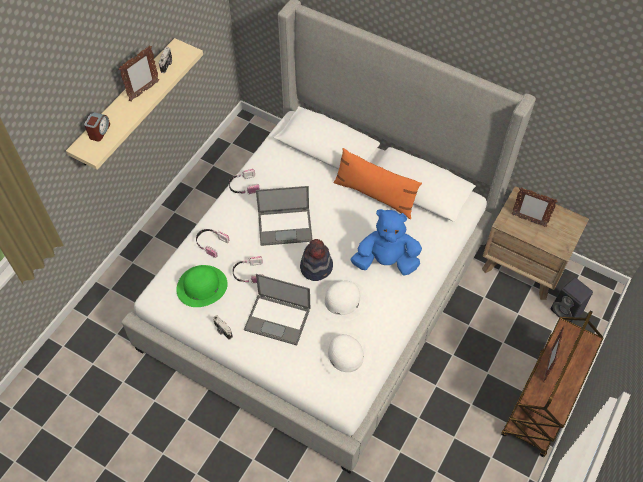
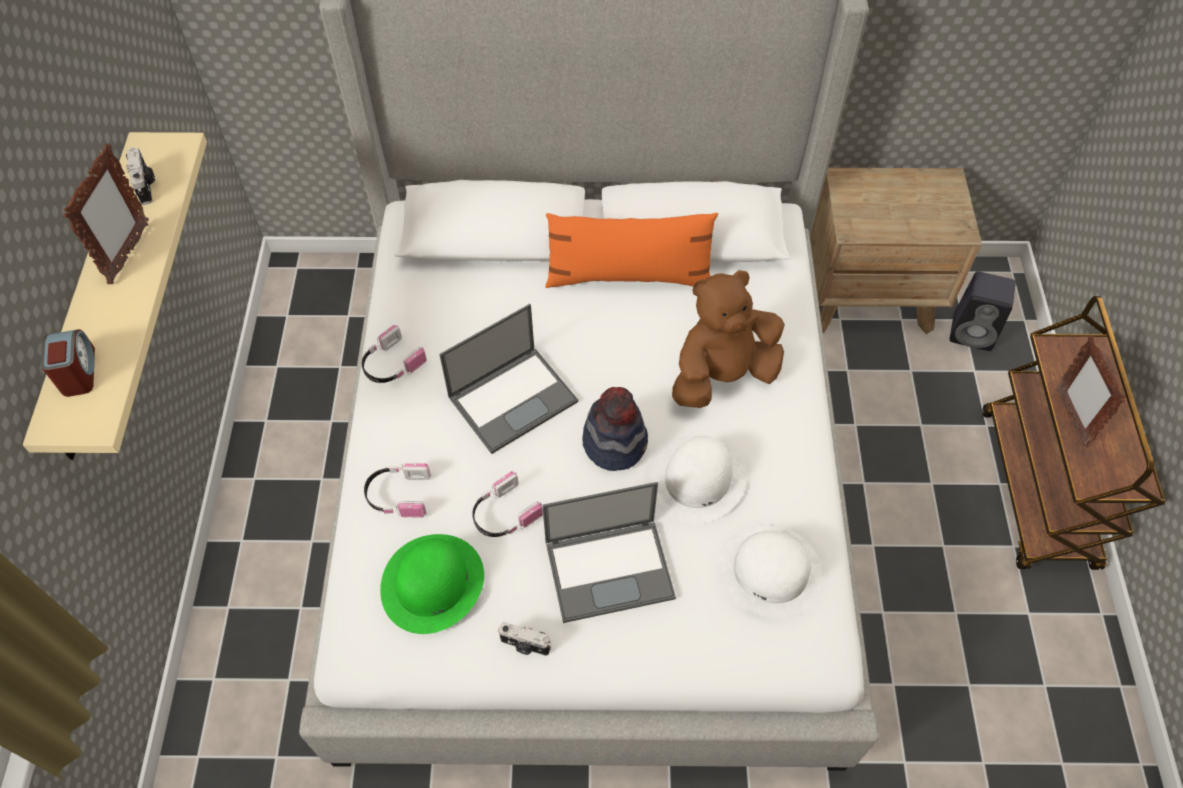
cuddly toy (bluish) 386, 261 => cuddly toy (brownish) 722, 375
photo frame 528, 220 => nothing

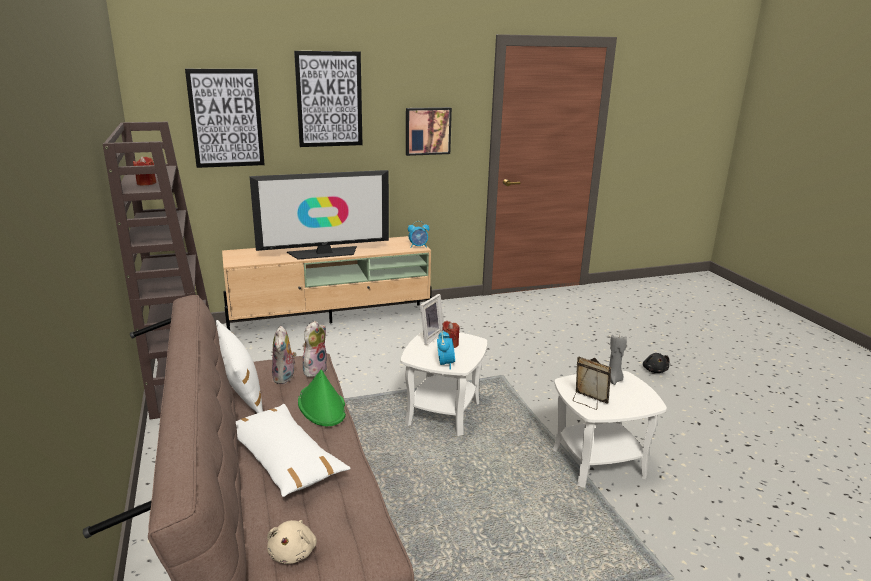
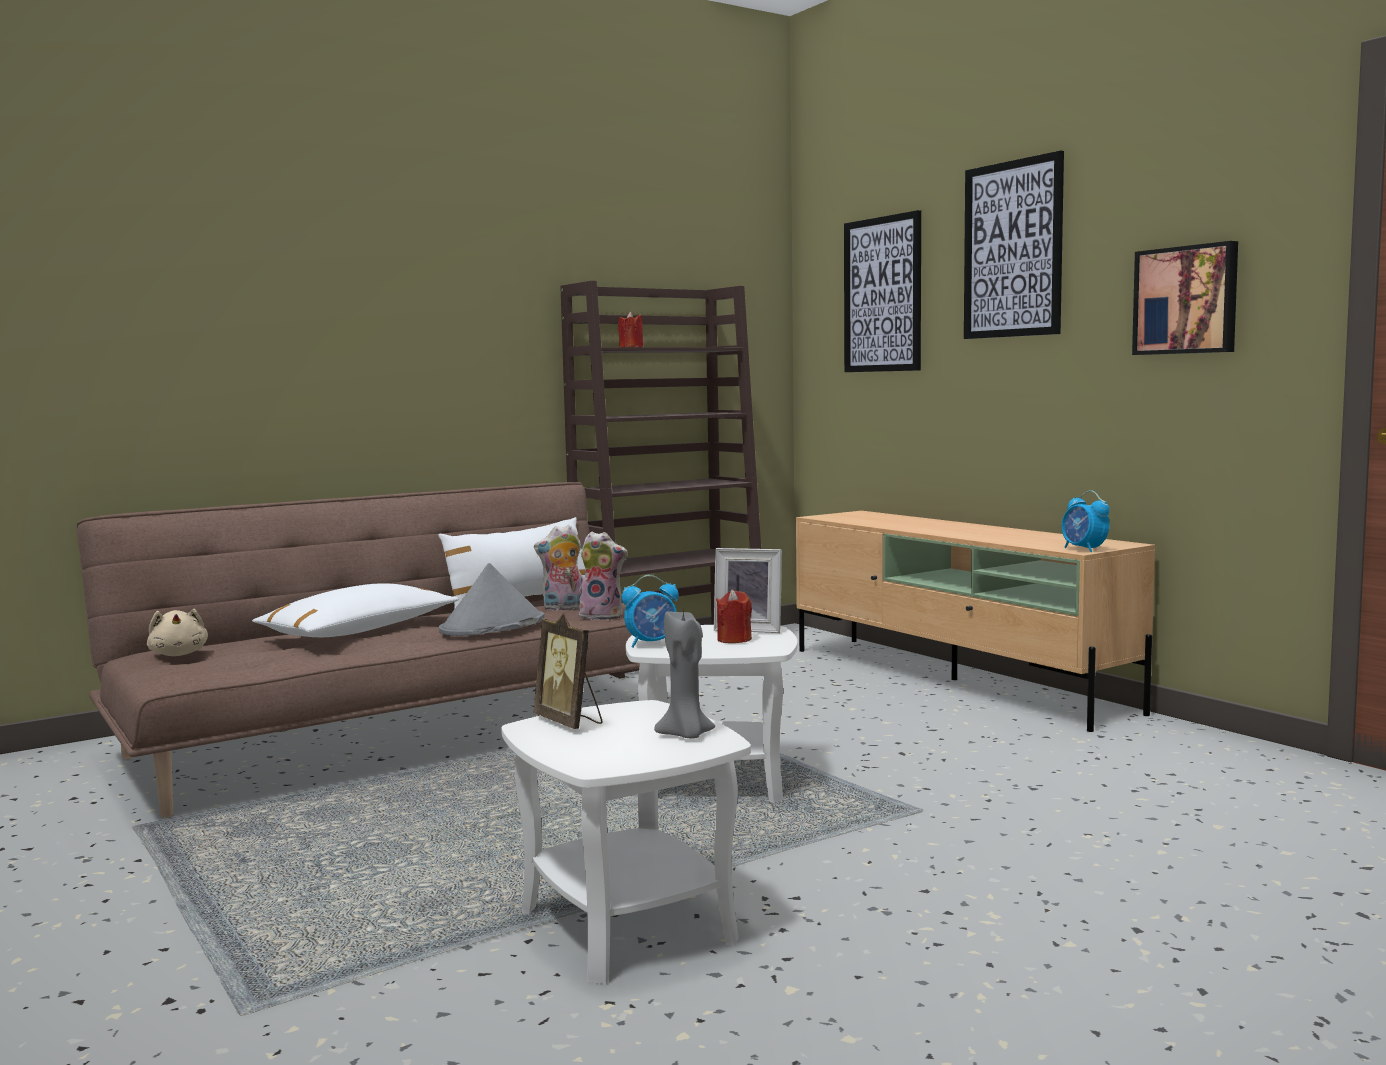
TV 324, 253 => nothing
cuddly toy (beige-coloured) 293, 552 => cuddly toy (beige-coloured) 179, 654, 105 degrees counterclockwise
wearable hat (green) 322, 406 => wearable hat (grey) 492, 626
photo frame 588, 402 => photo frame 570, 722, 120 degrees clockwise
cuddly toy (blackish) 654, 370 => nothing

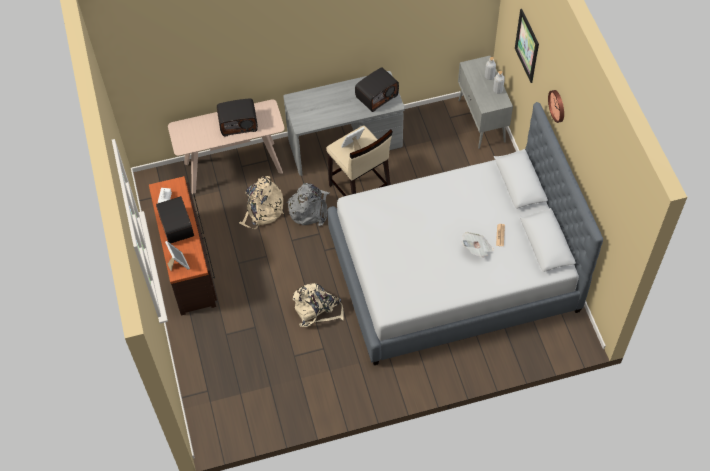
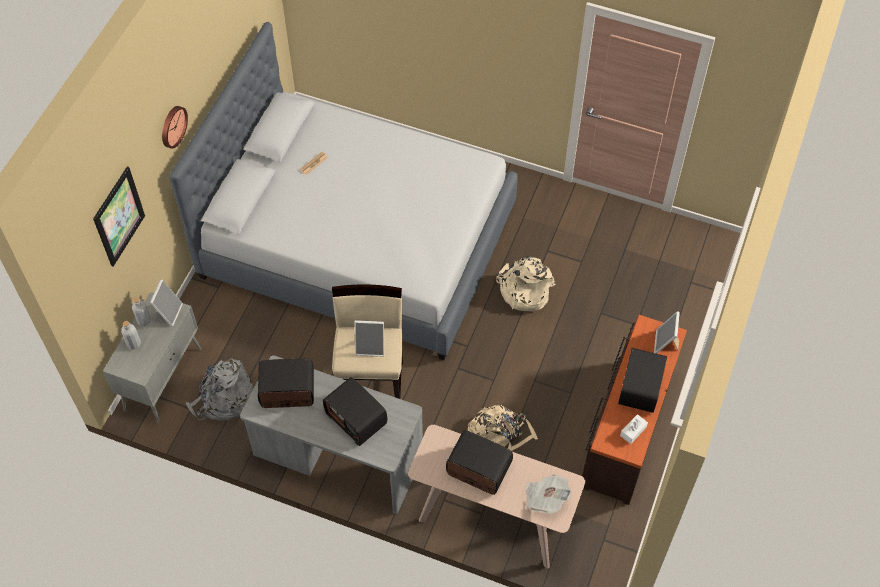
knapsack (grey) 309, 209 => knapsack (grey) 223, 399, move
daily paper 477, 249 => daily paper 545, 498, move
nothing => photo frame 168, 312
nothing => radio receiver 357, 418

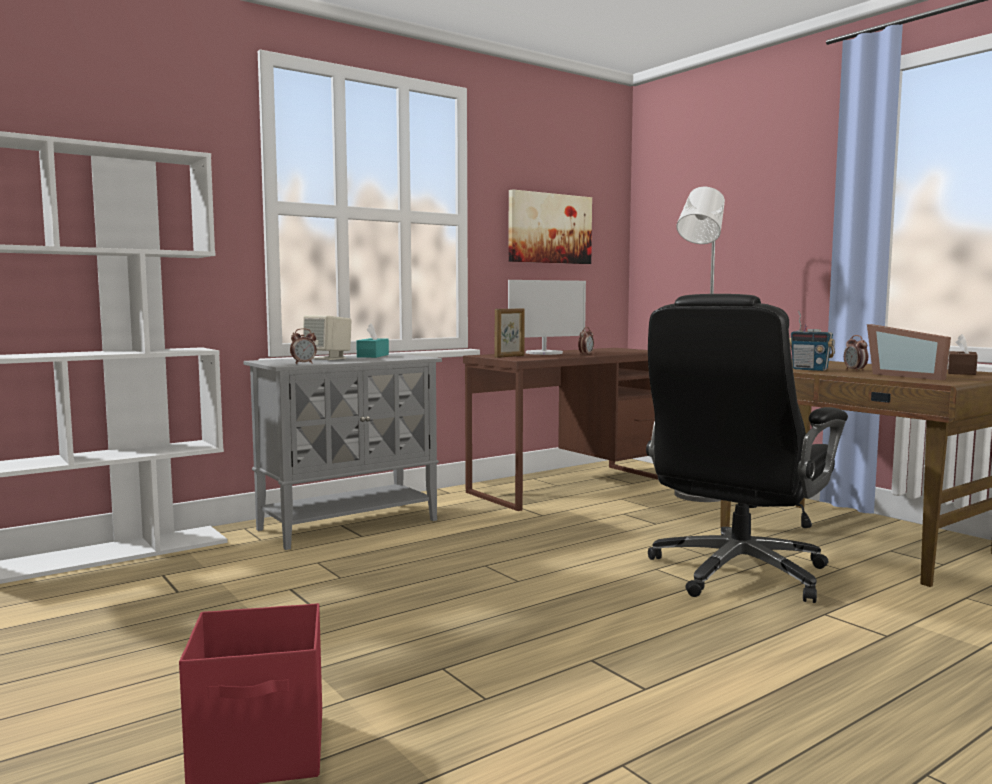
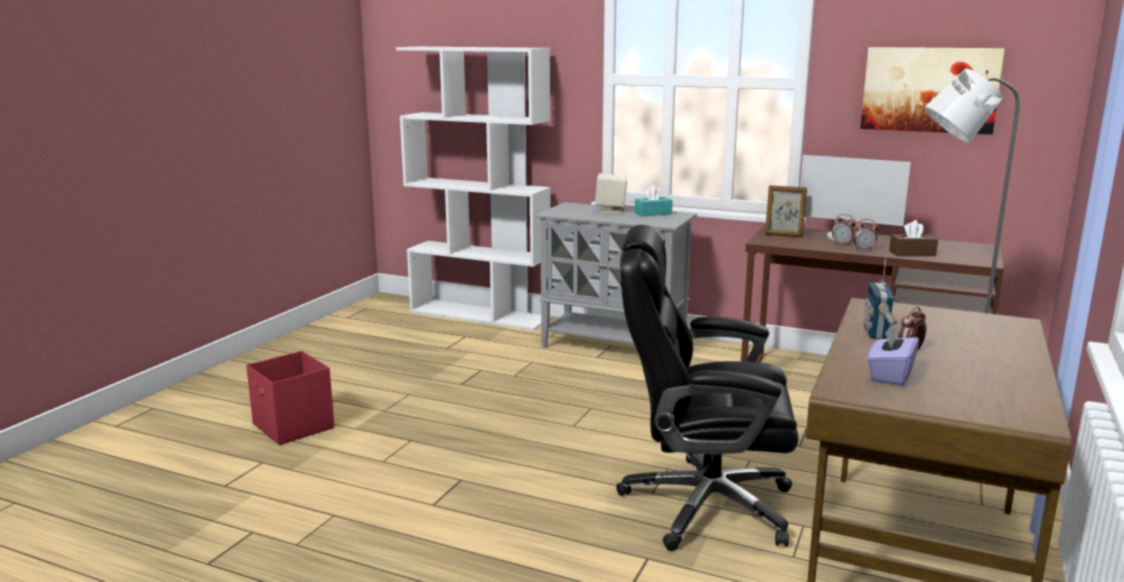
bedside clock 304, 363 => bedside clock 842, 244, move
photo frame 908, 376 => tissue holder (purplish) 890, 375
tissue holder (brownish) 961, 372 => tissue holder (brownish) 912, 253, move

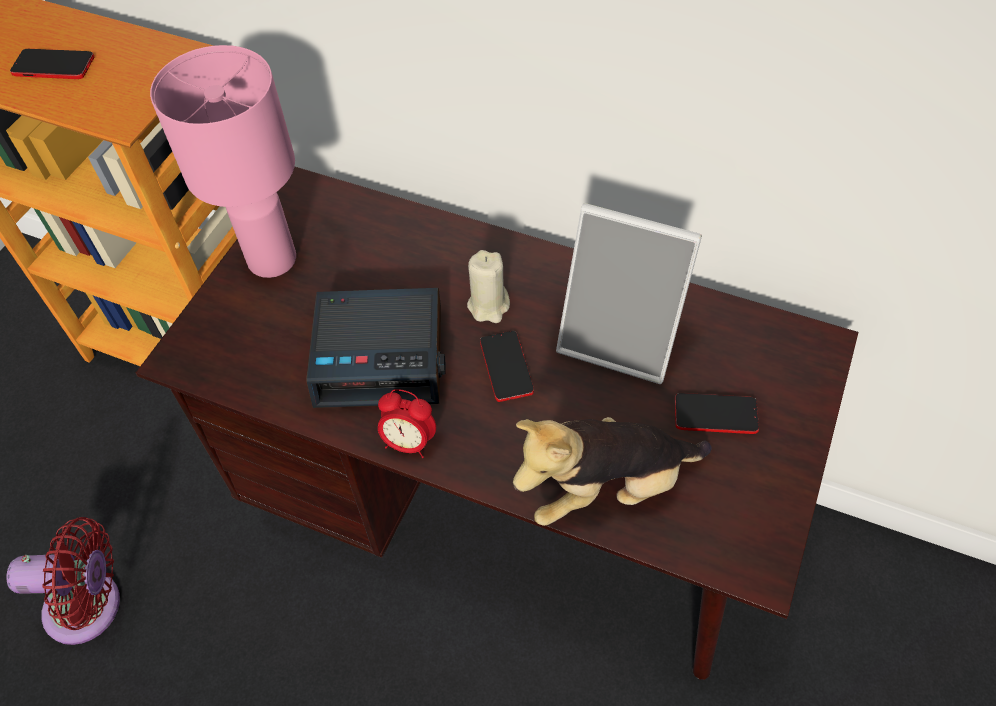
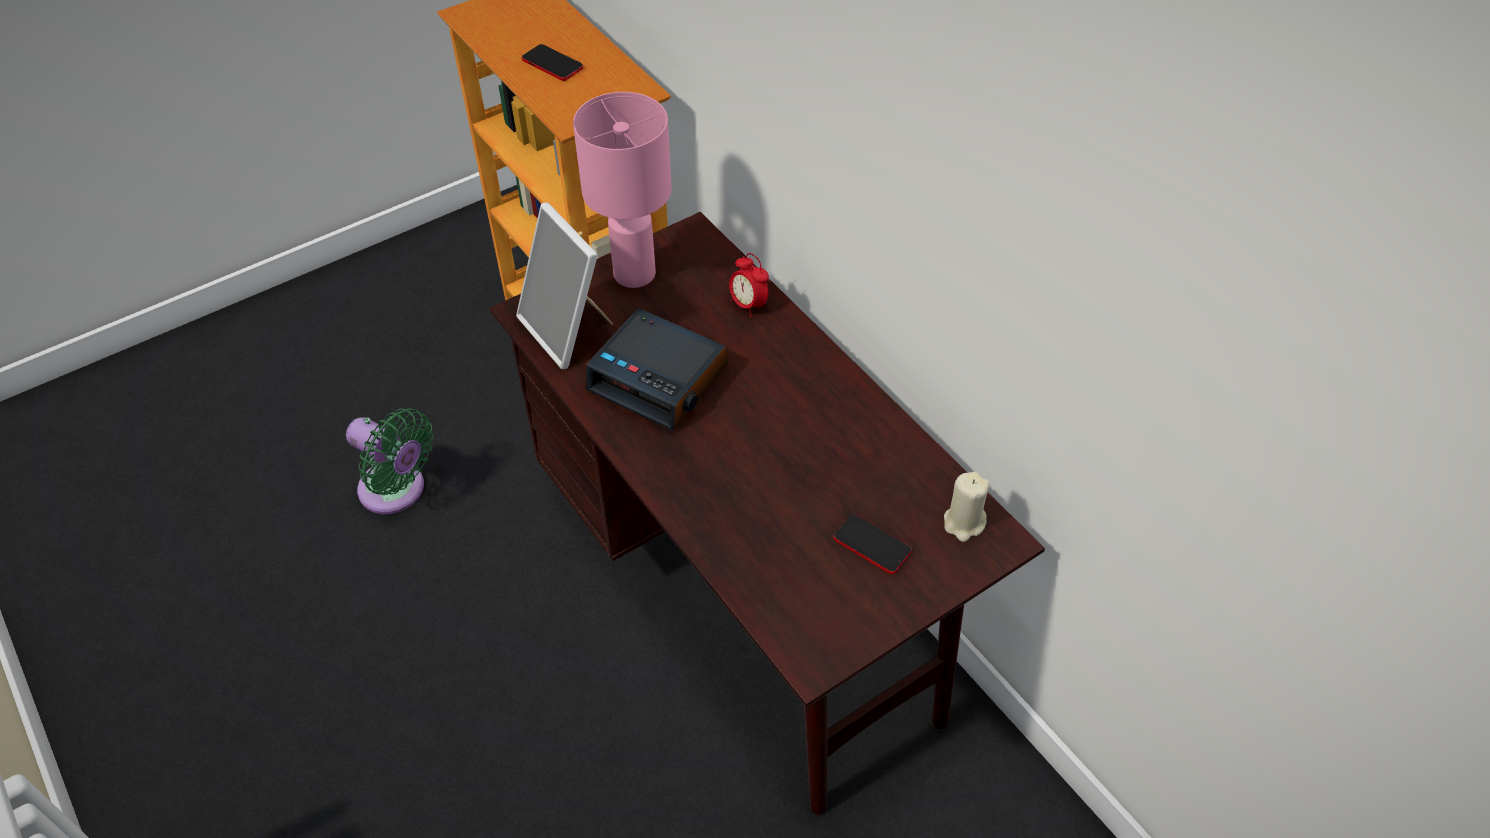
cooling fan (red) 91, 607 => cooling fan (green) 397, 491
bedside clock 409, 442 => bedside clock 748, 305, move
wax candle (beige-coloured) 489, 305 => wax candle (beige-coloured) 963, 523, move
phone 506, 367 => nothing
cuddly toy 605, 487 => nothing
photo frame 621, 338 => photo frame 568, 330, move

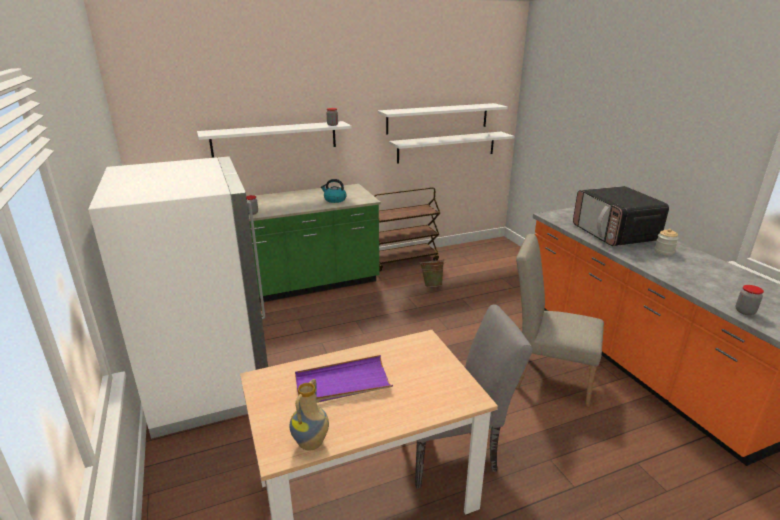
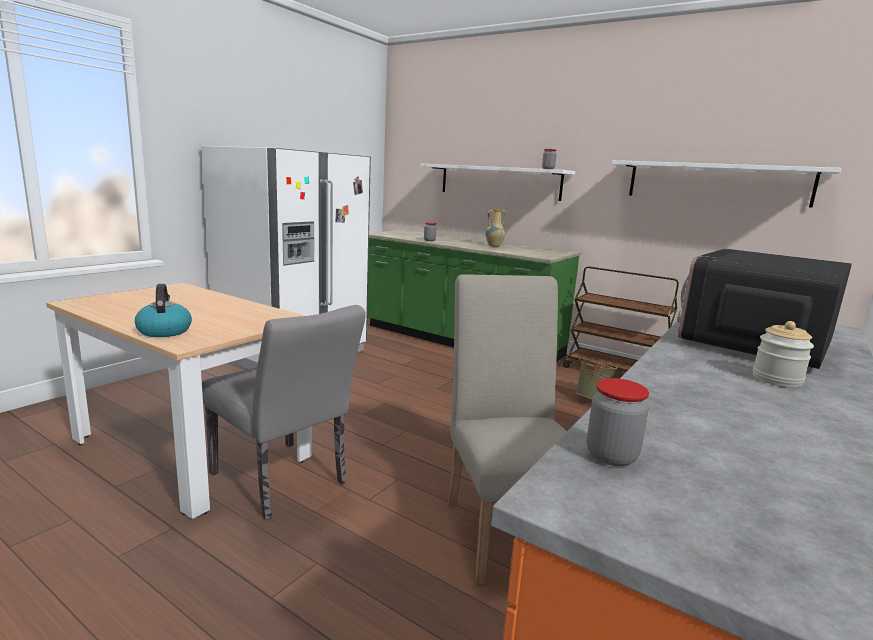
vase 311, 444 => vase 494, 246, move
serving tray (purplish) 342, 383 => nothing
tea kettle 334, 200 => tea kettle 164, 331, move
bracket shelf (whitish) 446, 147 => nothing

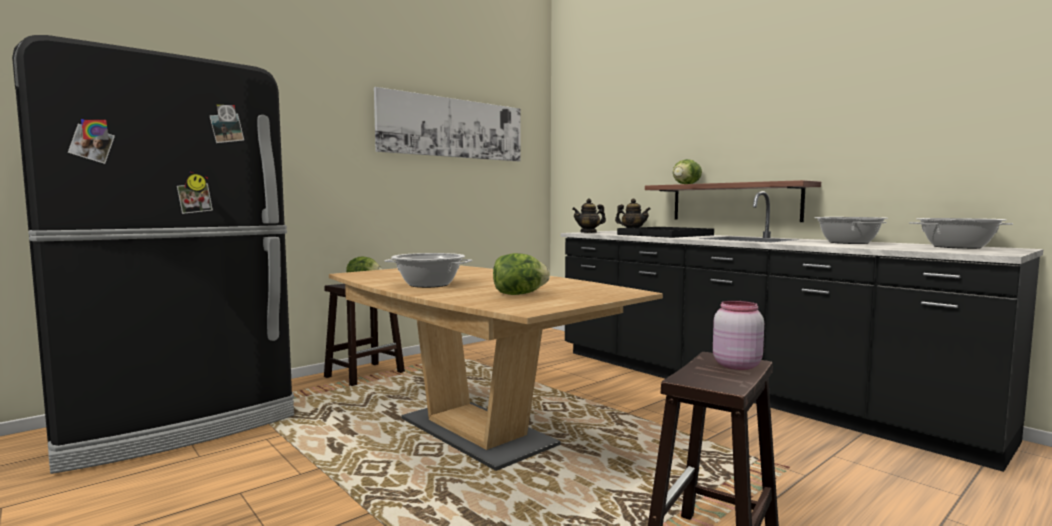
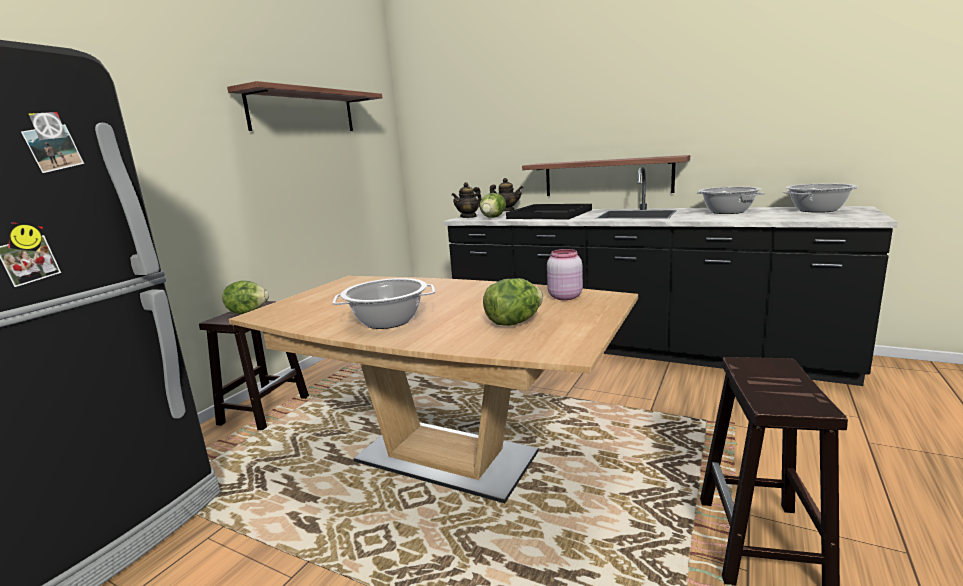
picture 453, 128 => bracket shelf 303, 112
lettuce head 686, 184 => lettuce head 493, 217, move
jar (pink) 735, 365 => jar (pink) 564, 297, move

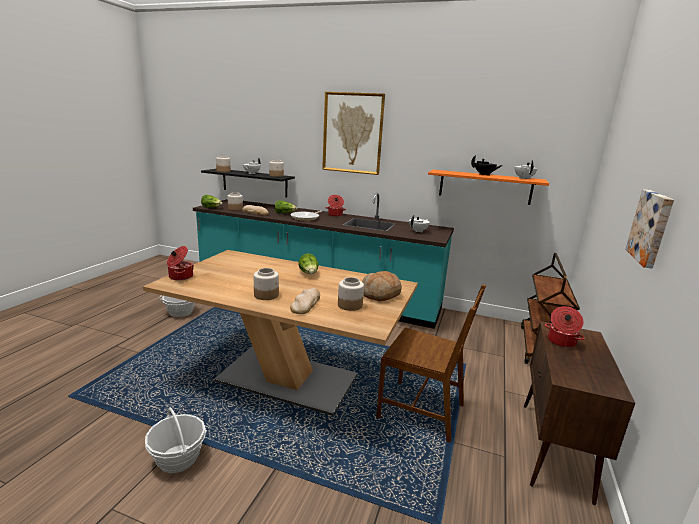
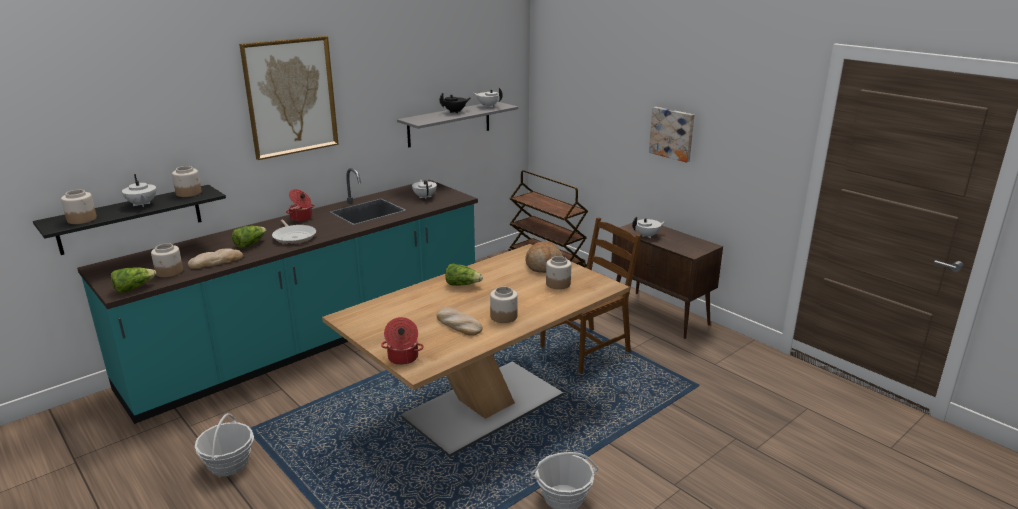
bakery bread 306, 303 => bakery bread 458, 324, move
bracket shelf (orange) 485, 187 => bracket shelf (grey) 449, 124
cooking pot 561, 342 => pot for tea (whitish) 647, 236

